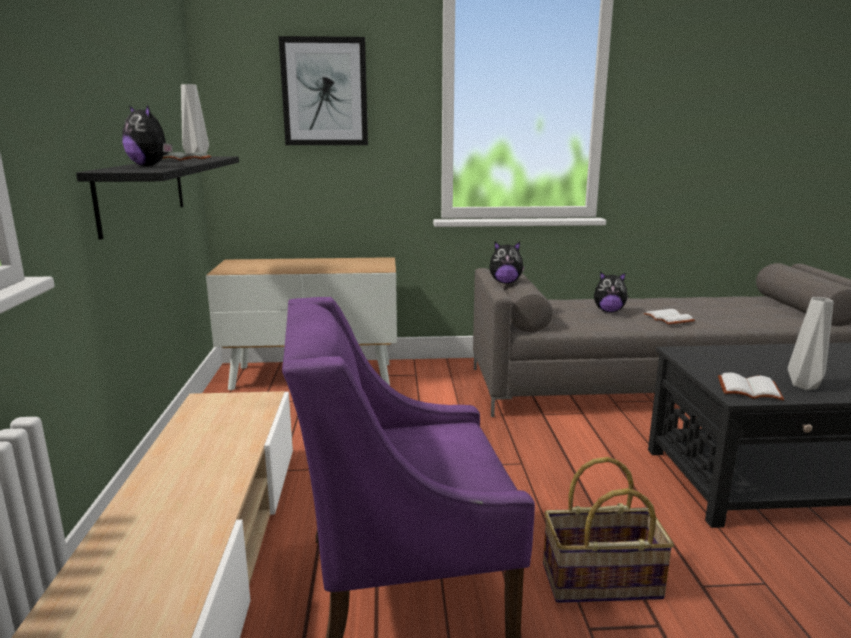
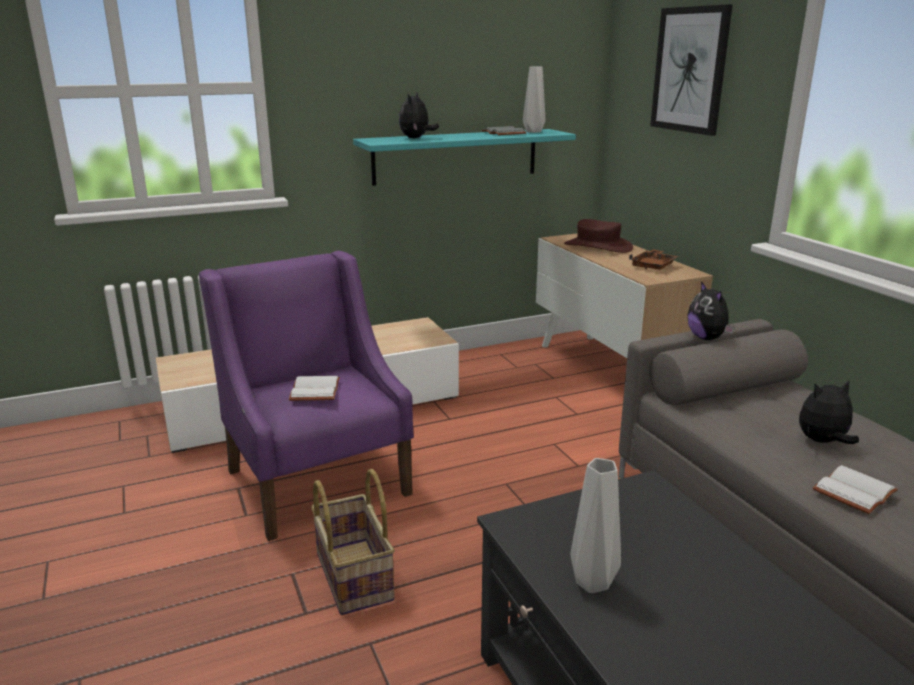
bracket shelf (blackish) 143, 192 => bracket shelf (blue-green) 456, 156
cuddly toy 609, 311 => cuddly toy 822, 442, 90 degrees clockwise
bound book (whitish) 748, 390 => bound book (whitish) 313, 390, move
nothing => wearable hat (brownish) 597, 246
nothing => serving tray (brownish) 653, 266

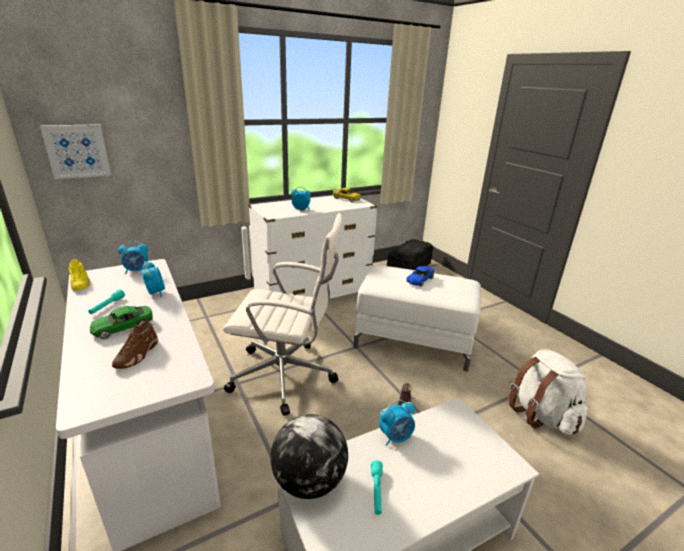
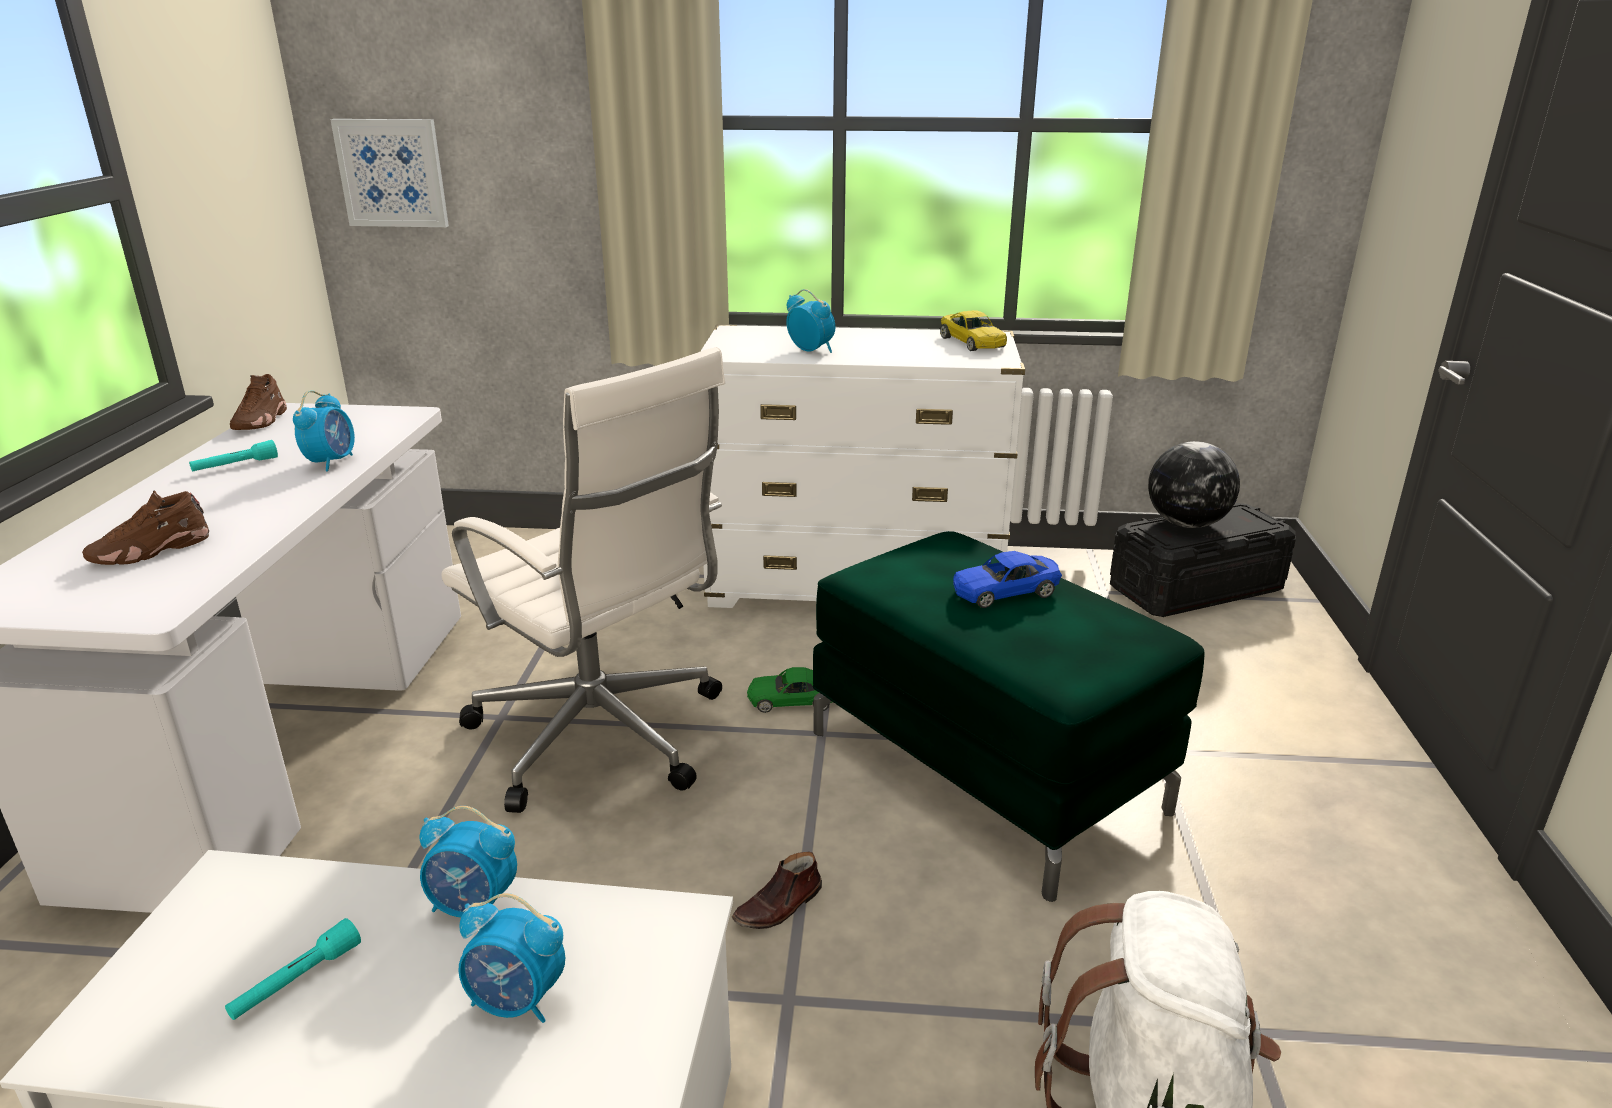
item of footwear (yellow-coloured) 80, 283 => item of footwear (brownish) 261, 421
miniature car (green) 123, 327 => miniature car (green) 793, 700, move
bedside clock 137, 271 => bedside clock 517, 1002, move
desk globe 309, 480 => desk globe 1186, 524, move
pouffe (whitish) 414, 340 => pouffe (green) 987, 771

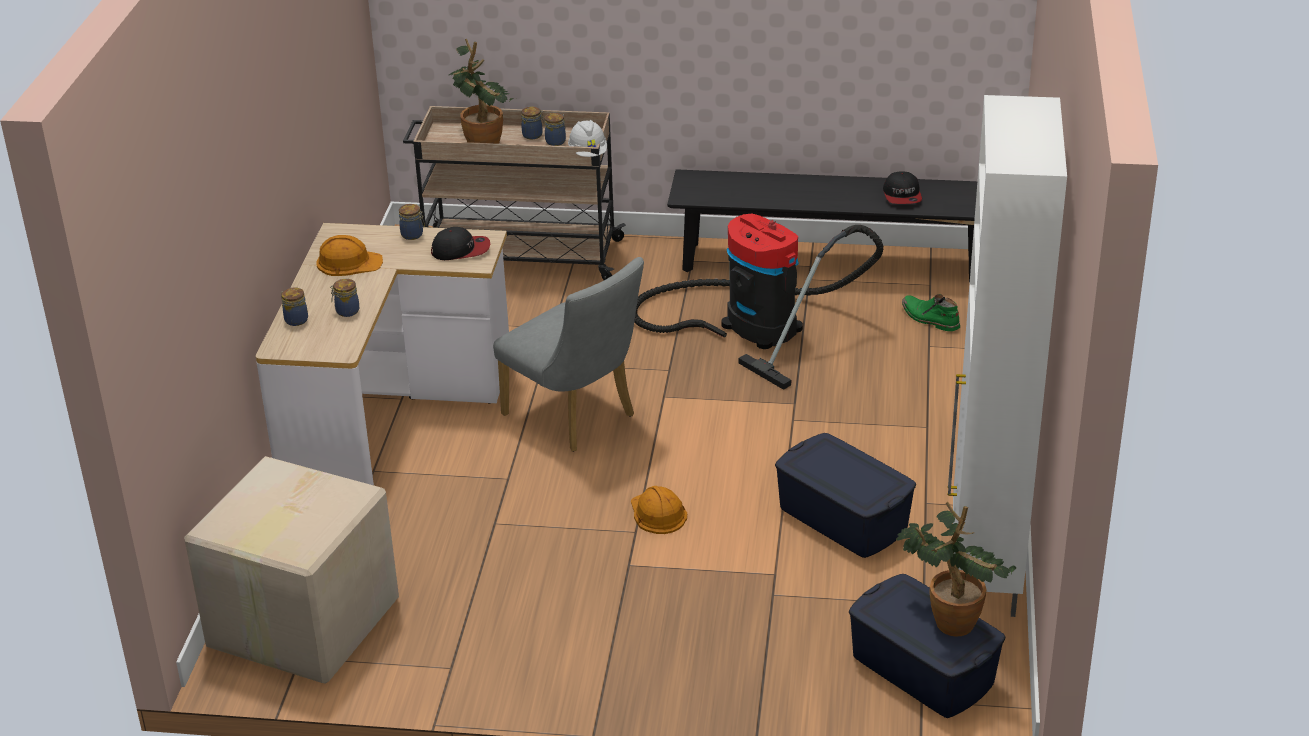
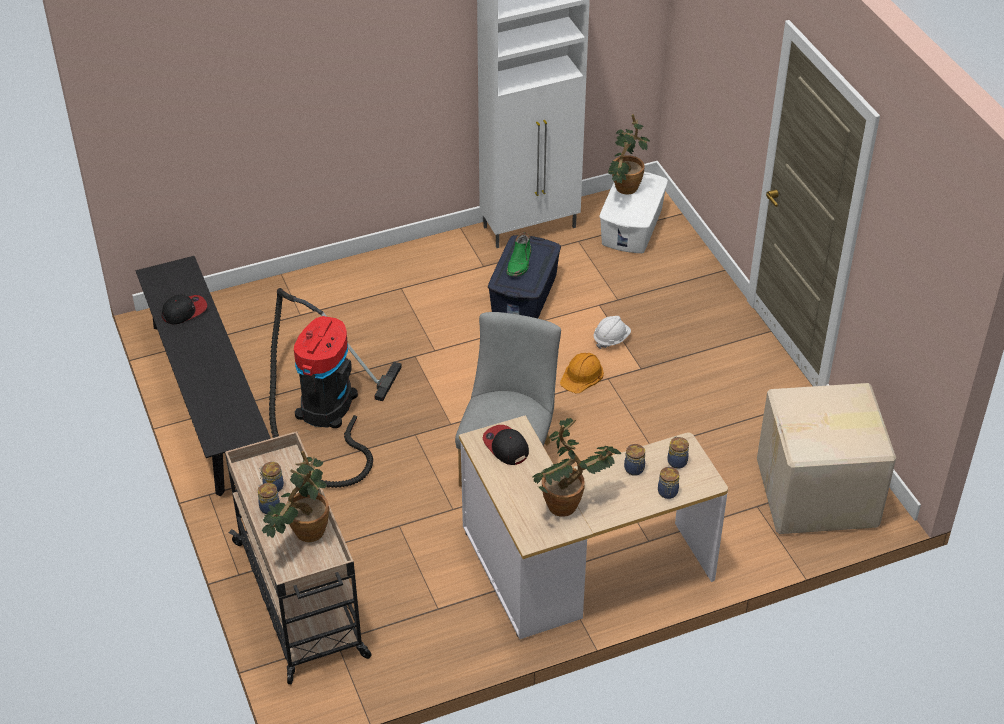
work helmet (orange) 348, 262 => potted plant 570, 505
jar 413, 235 => jar 677, 461, move
work helmet (whitish) 588, 153 => work helmet (whitish) 611, 339, move
storage box (bluish) 922, 670 => storage box (whitish) 632, 226
tall boot (green) 929, 319 => tall boot (green) 519, 263, move

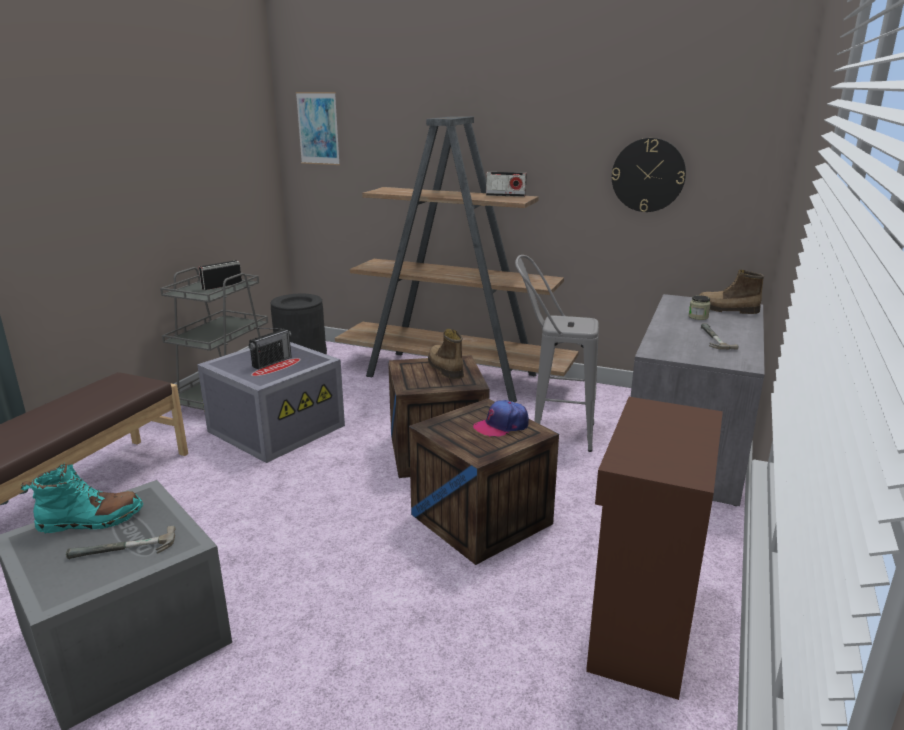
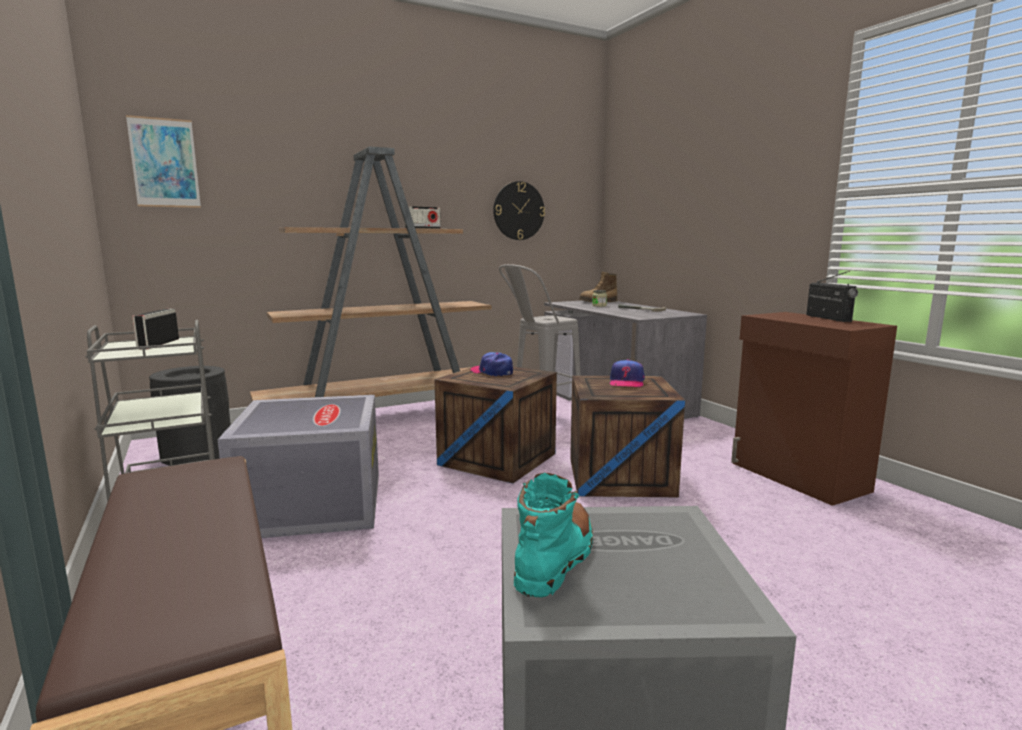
hammer 122, 552 => nothing
radio receiver 272, 362 => radio receiver 828, 318, move
tall boot 444, 368 => baseball cap 492, 372

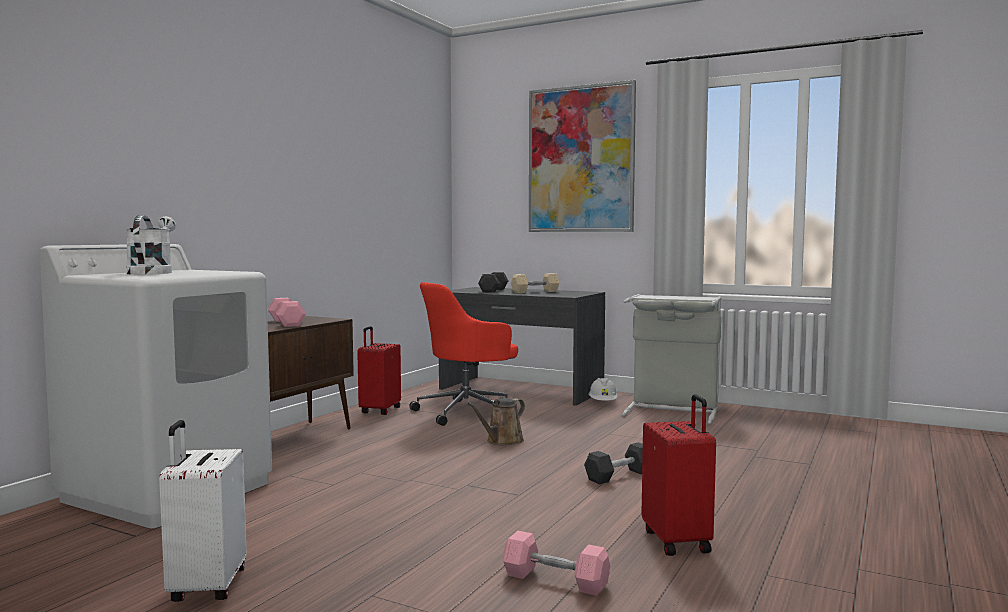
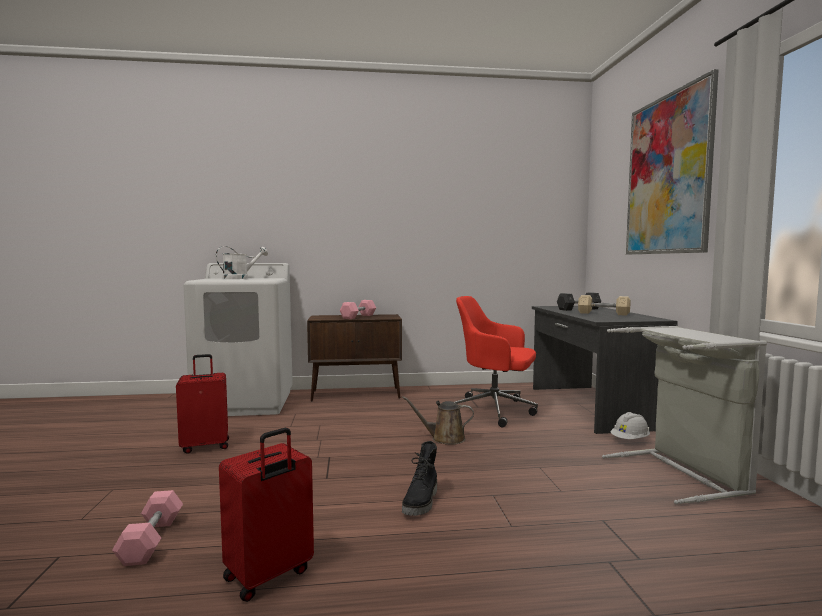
piece of luggage (whitish) 206, 587 => nothing
piece of luggage (red) 379, 410 => piece of luggage (red) 205, 446, move
hand weight (grey) 619, 476 => tall boot (blackish) 422, 502

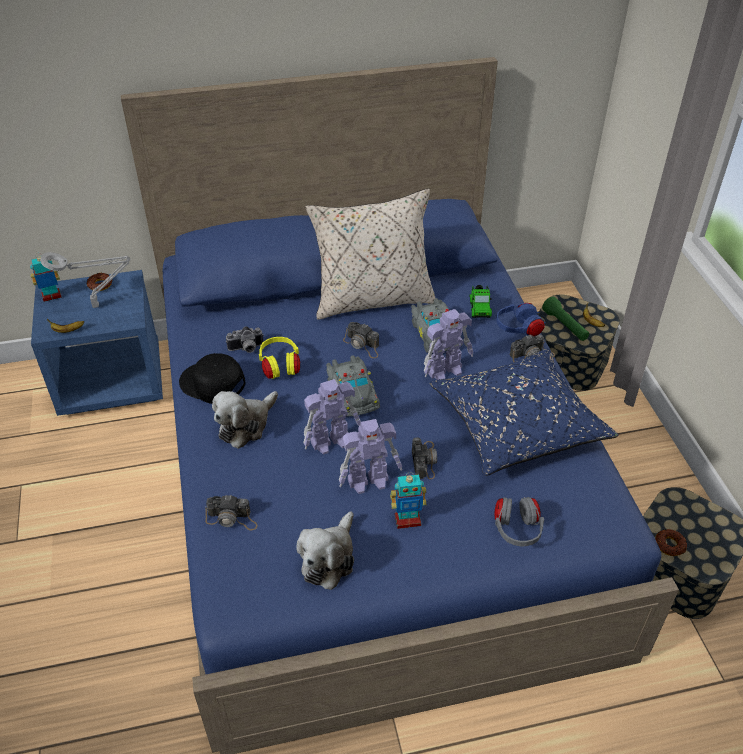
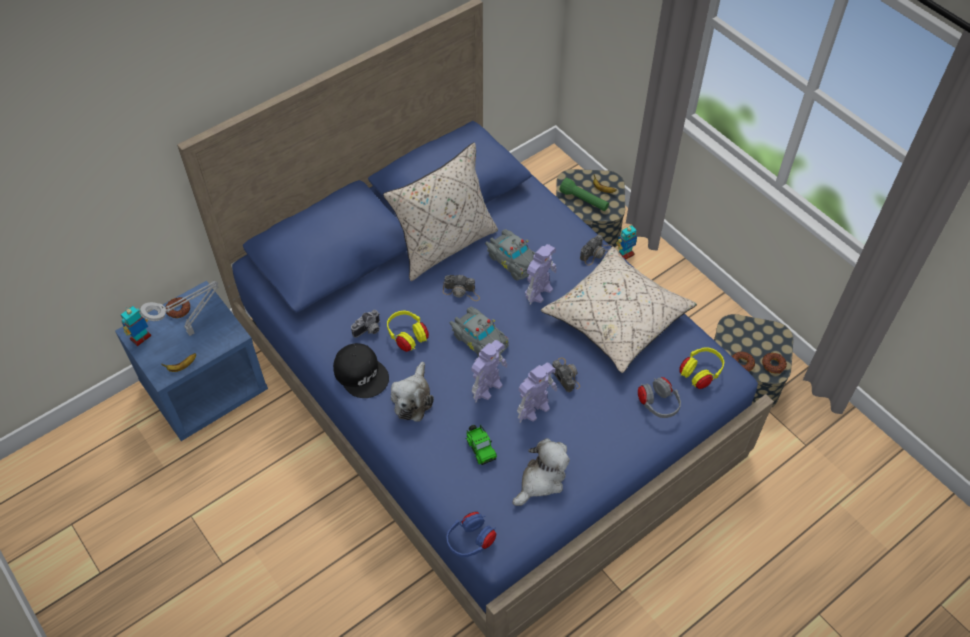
baseball cap (blackish) 212, 384 => baseball cap (blackish) 361, 373, 135 degrees counterclockwise
photo camera 232, 519 => nothing
cuddly toy 329, 558 => cuddly toy 541, 480, 135 degrees counterclockwise
robot figure 407, 520 => robot figure 625, 254, move
throw pillow (bluish) 517, 424 => throw pillow (beige-coloured) 615, 318
miniature car 479, 308 => miniature car 480, 448, move
headphones (bluish) 518, 330 => headphones (bluish) 470, 541, move
nothing => headphones (yellow-coloured) 700, 373
nothing => doughnut 773, 365

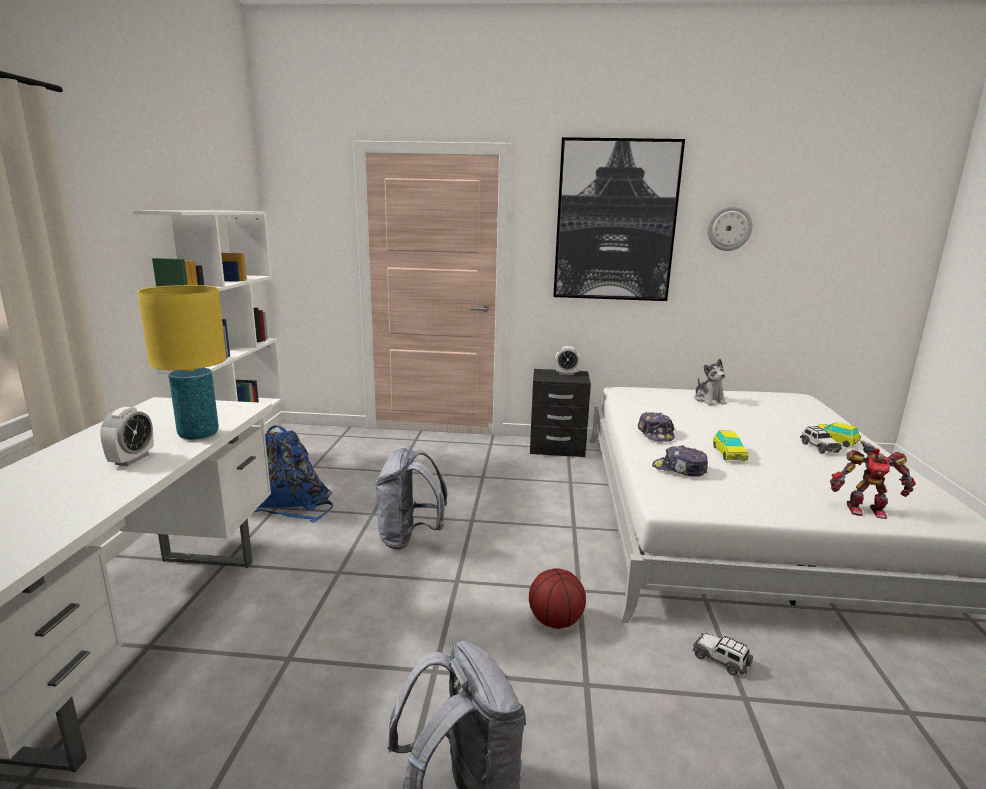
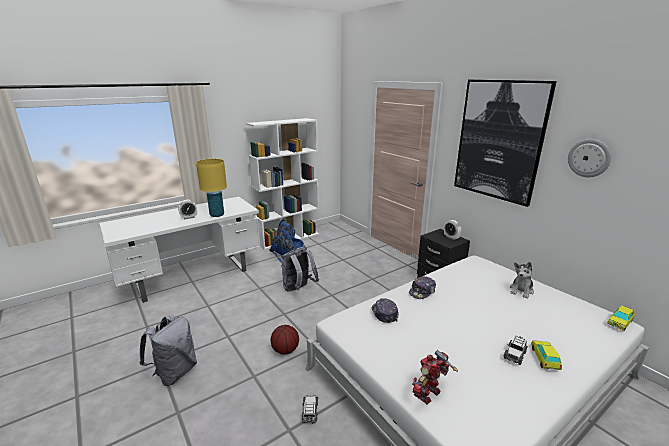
miniature car 729, 454 => miniature car 619, 322, move
robot figure 864, 509 => robot figure 429, 394, 75 degrees clockwise

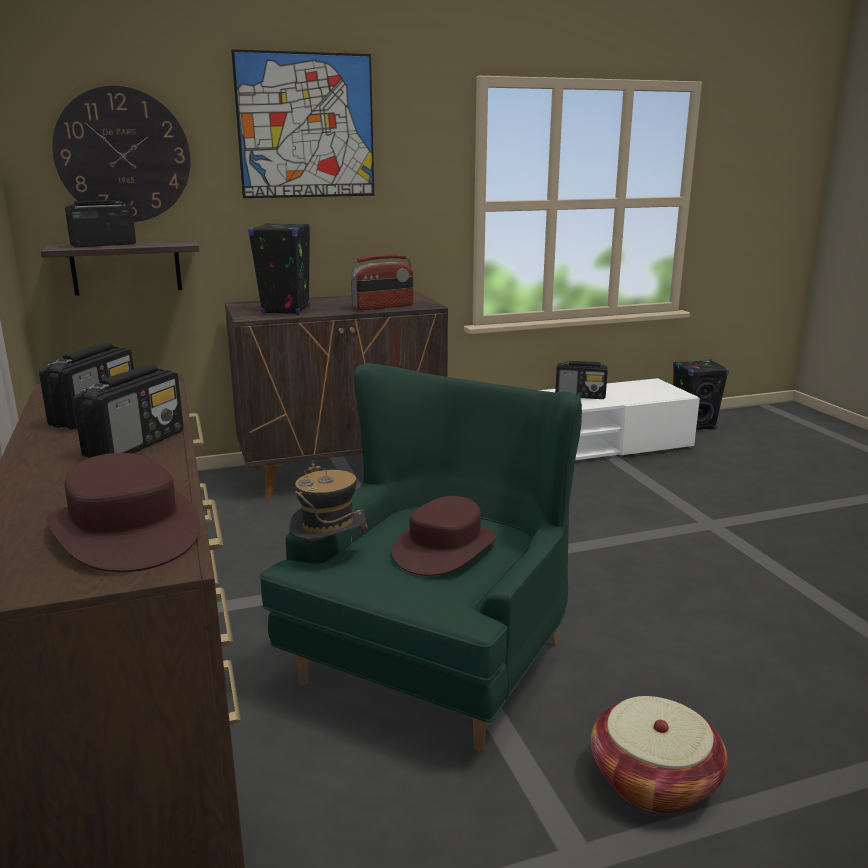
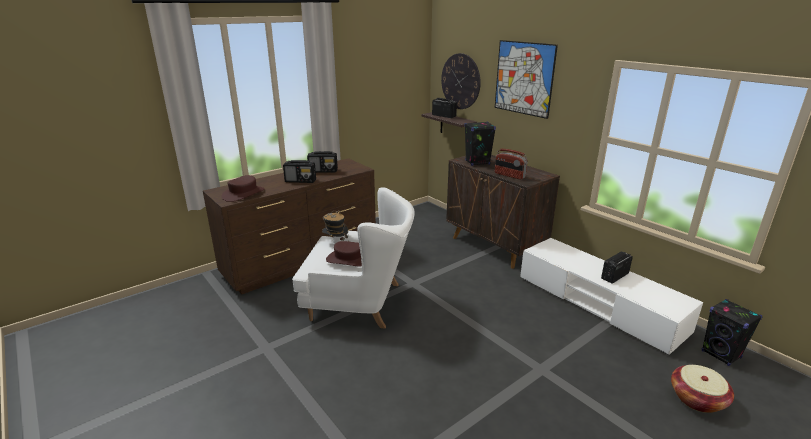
armchair (green) 438, 656 => armchair (whitish) 359, 302
radio receiver 580, 396 => radio receiver 614, 276, 60 degrees clockwise
storage basket 653, 780 => storage basket 697, 399, move

